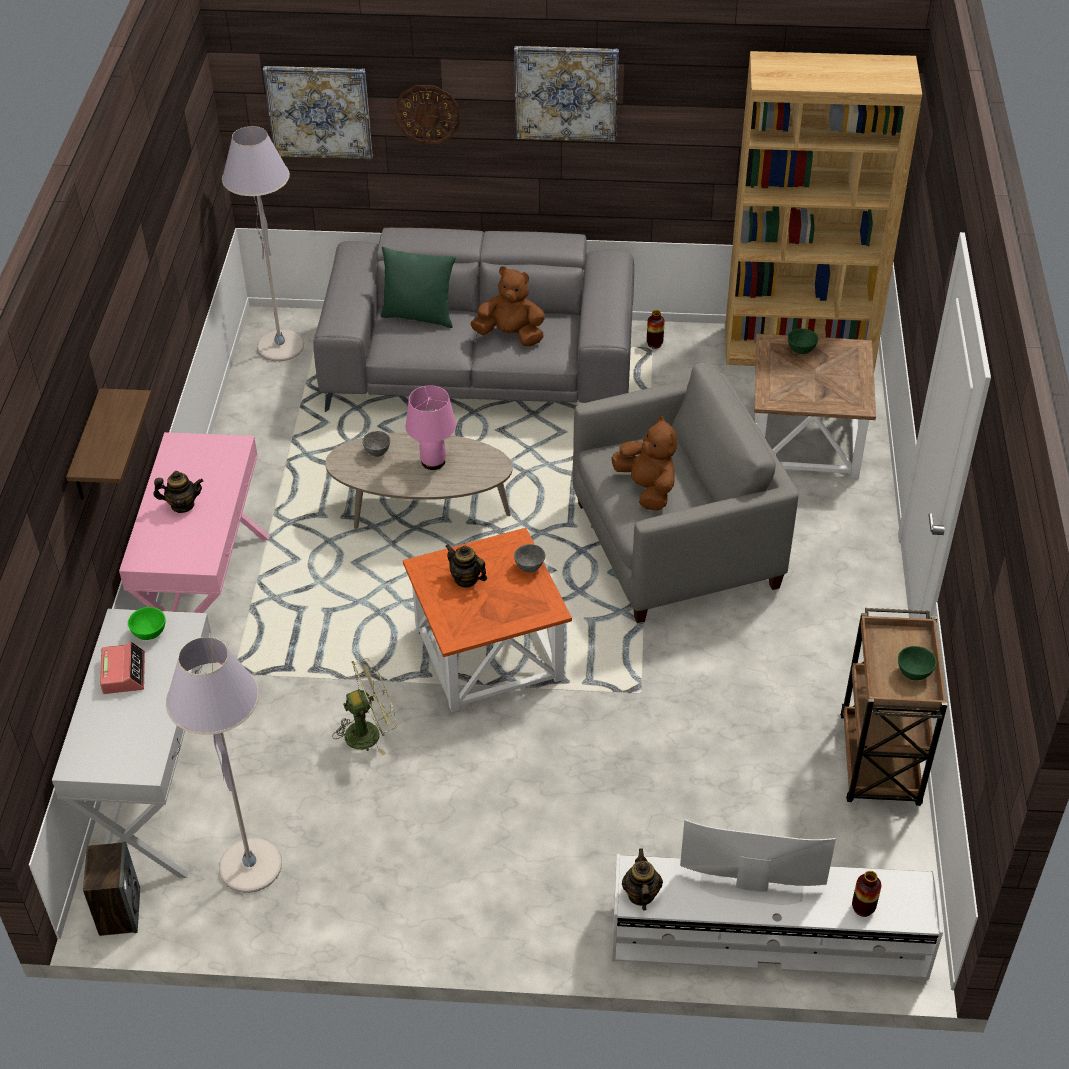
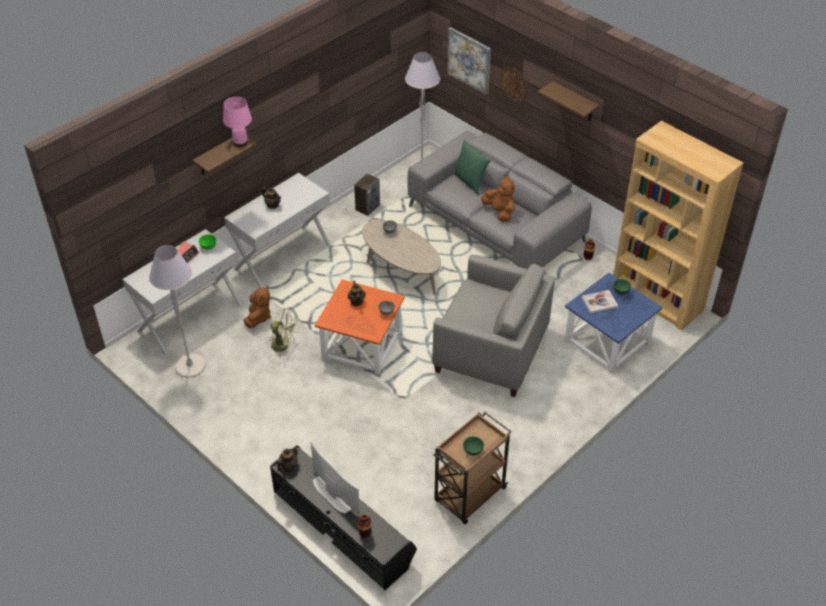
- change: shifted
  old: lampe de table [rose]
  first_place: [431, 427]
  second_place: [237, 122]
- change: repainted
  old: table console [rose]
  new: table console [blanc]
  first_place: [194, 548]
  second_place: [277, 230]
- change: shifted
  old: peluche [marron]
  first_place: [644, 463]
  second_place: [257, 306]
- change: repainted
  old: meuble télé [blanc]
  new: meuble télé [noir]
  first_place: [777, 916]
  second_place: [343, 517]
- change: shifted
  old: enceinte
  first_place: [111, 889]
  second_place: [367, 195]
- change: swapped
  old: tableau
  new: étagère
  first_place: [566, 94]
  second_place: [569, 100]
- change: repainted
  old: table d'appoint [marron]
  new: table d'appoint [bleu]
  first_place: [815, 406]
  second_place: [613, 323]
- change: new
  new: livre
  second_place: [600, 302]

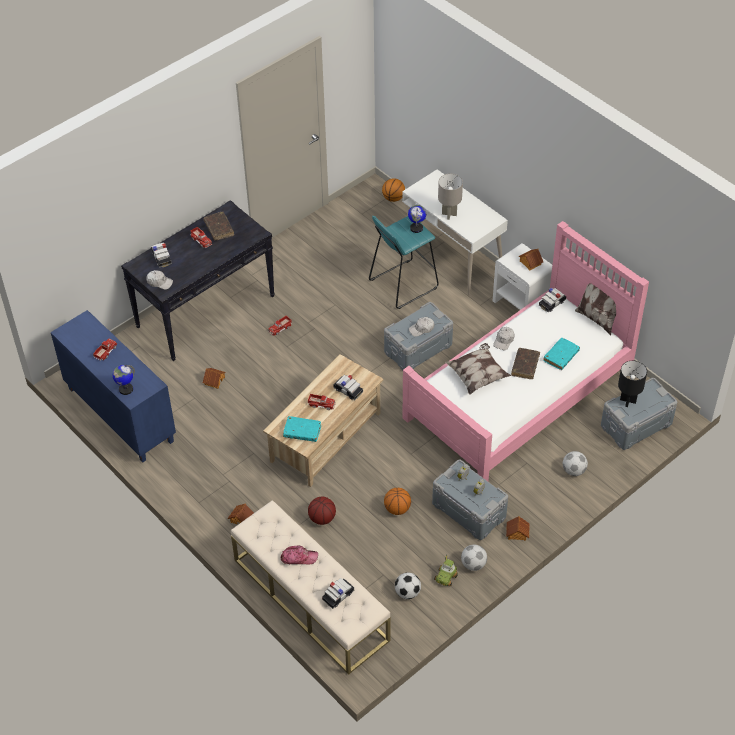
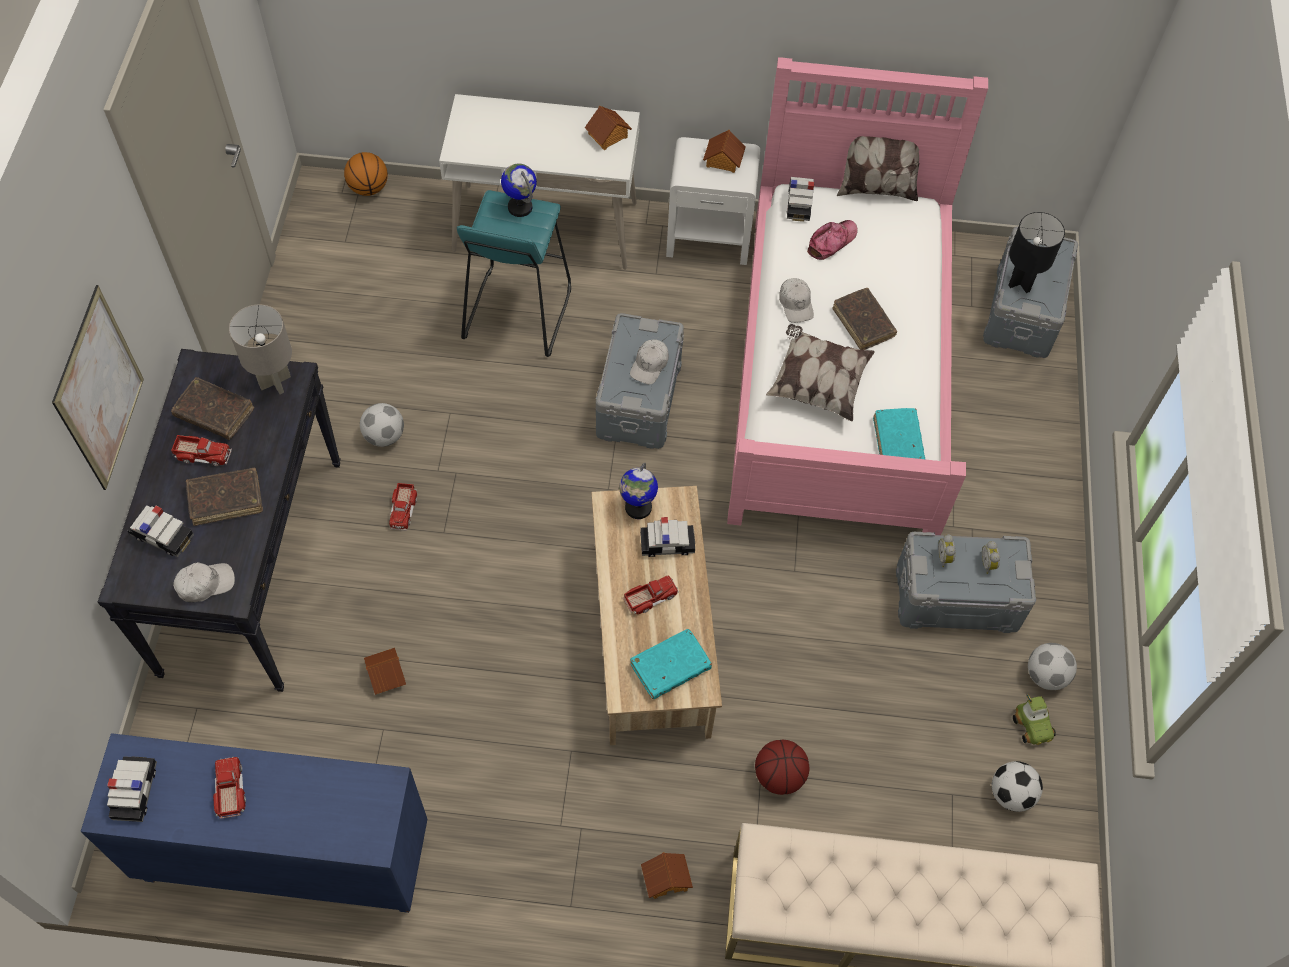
- change: new
  new: tableau
  second_place: [98, 387]
- change: shifted
  old: petite voiture
  first_place: [338, 593]
  second_place: [132, 789]
- change: new
  new: livre [marron]
  second_place: [224, 497]
- change: shifted
  old: lampe de table [gris]
  first_place: [450, 197]
  second_place: [260, 349]
- change: shifted
  old: ballon de foot
  first_place: [575, 463]
  second_place: [382, 425]
- change: shifted
  old: maison miniature
  first_place: [518, 528]
  second_place: [608, 128]
- change: shifted
  old: globe
  first_place: [124, 380]
  second_place: [638, 491]
- change: shifted
  old: casquette
  first_place: [299, 555]
  second_place: [832, 240]
- change: shifted
  old: livre [turquoise]
  first_place: [561, 354]
  second_place: [899, 433]
- change: gone
  old: ballon de basket
  first_place: [397, 501]

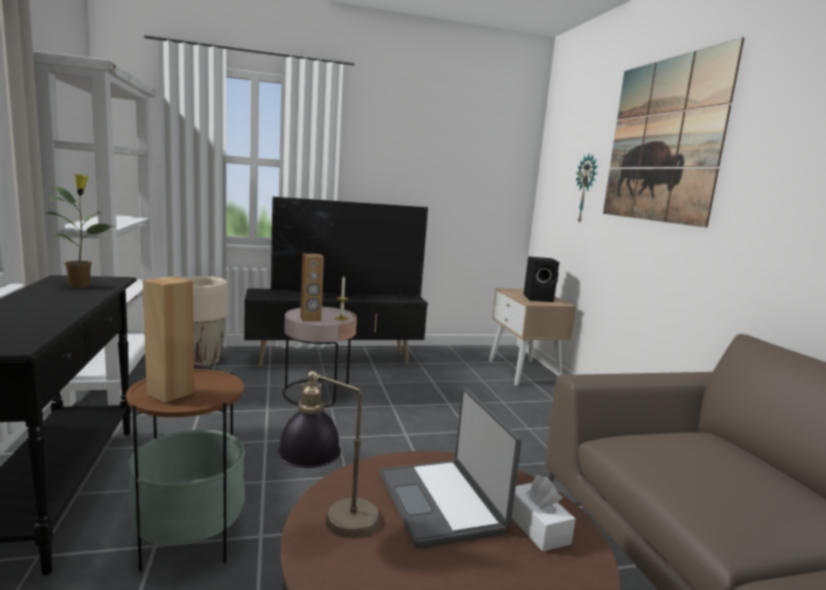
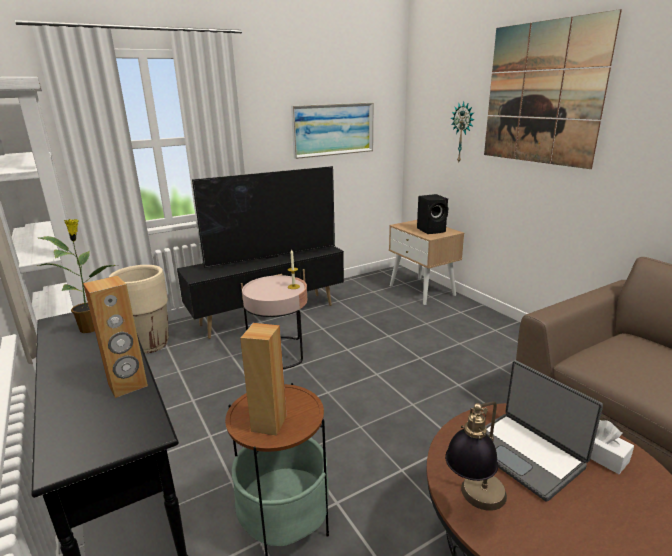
- change: shifted
  old: enceinte [marron]
  first_place: [312, 288]
  second_place: [115, 337]
- change: new
  new: tableau
  second_place: [332, 130]

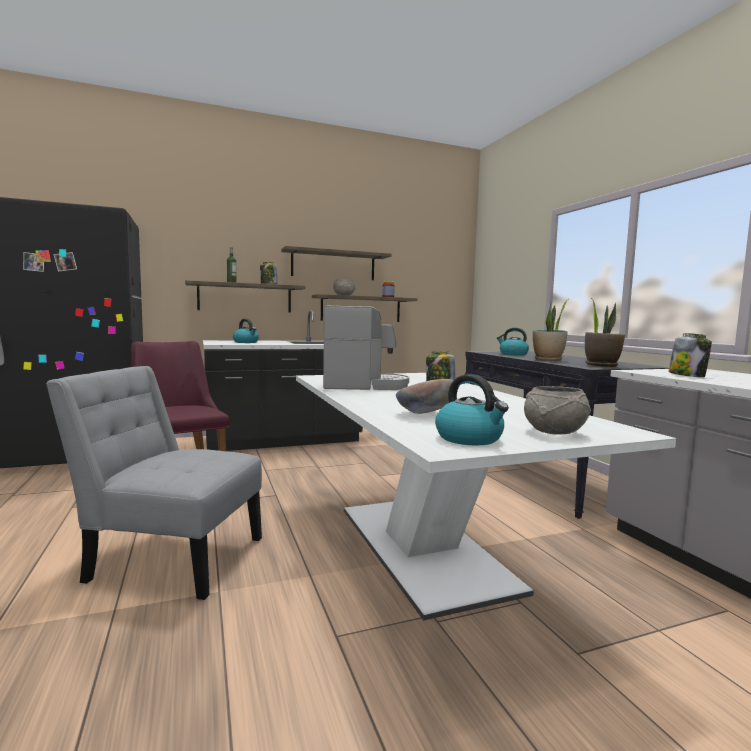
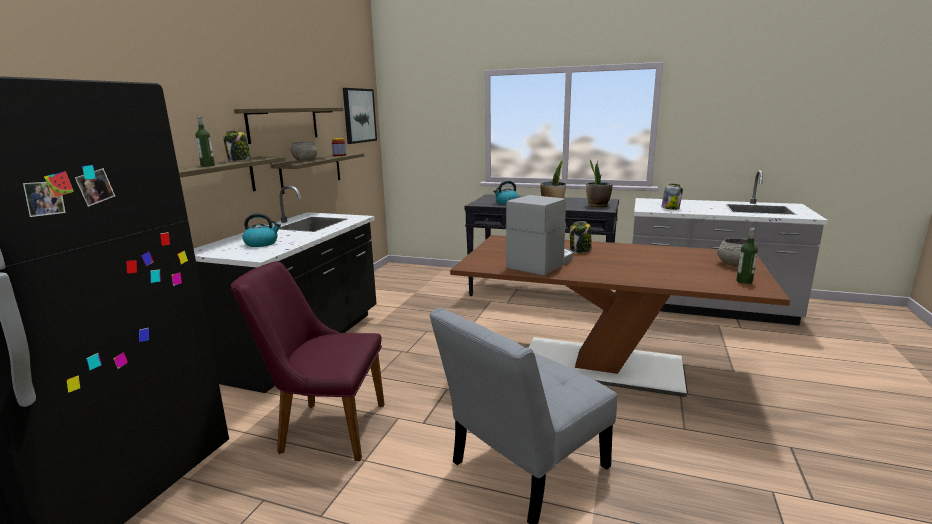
- change: new
  new: tableau
  second_place: [360, 116]
- change: repainted
  old: table à manger [blanc]
  new: table à manger [marron]
  first_place: [486, 496]
  second_place: [620, 316]
- change: swapped
  old: bouilloire
  new: bouteille
  first_place: [472, 409]
  second_place: [747, 256]
- change: gone
  old: bol
  first_place: [425, 396]

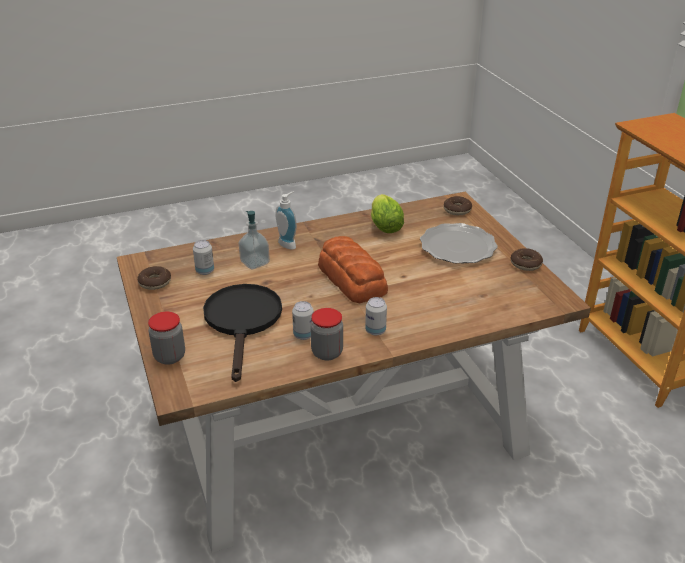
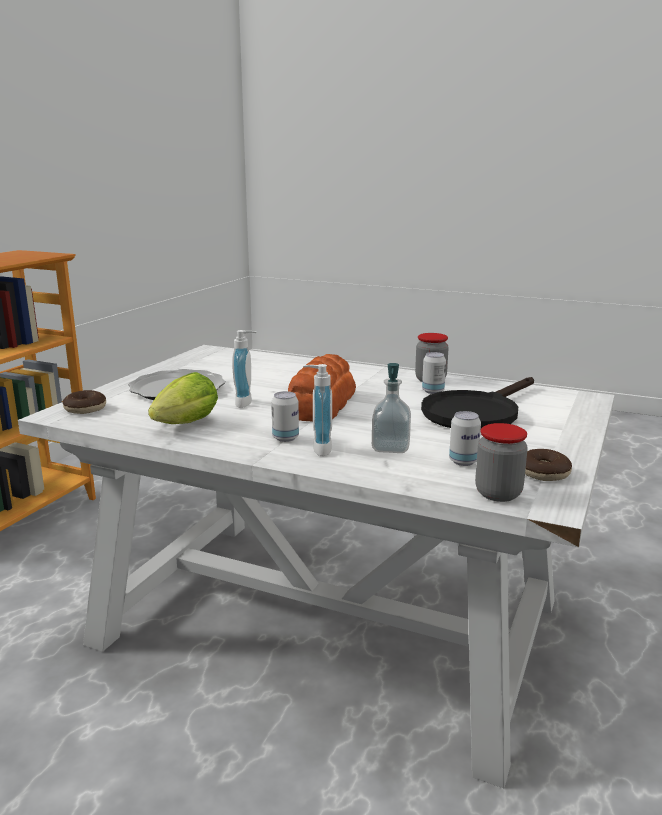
- change: repainted
  old: table à manger [marron]
  new: table à manger [blanc]
  first_place: [354, 372]
  second_place: [316, 566]
- change: new
  new: distributeur de savon
  second_place: [244, 369]
- change: shifted
  old: boîte métallique
  first_place: [376, 316]
  second_place: [285, 416]
- change: shifted
  old: bocal
  first_place: [166, 338]
  second_place: [501, 462]
- change: gone
  old: beignet
  first_place: [527, 259]

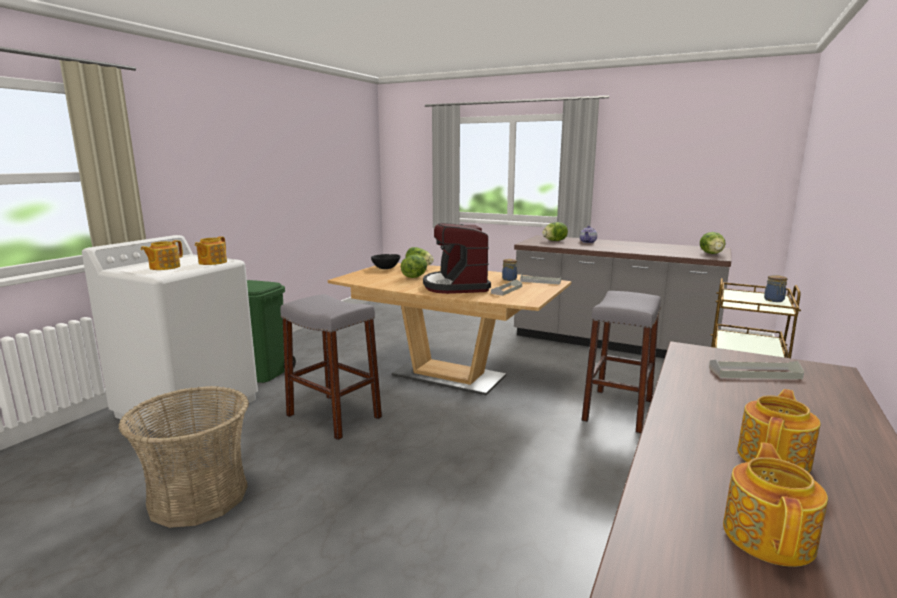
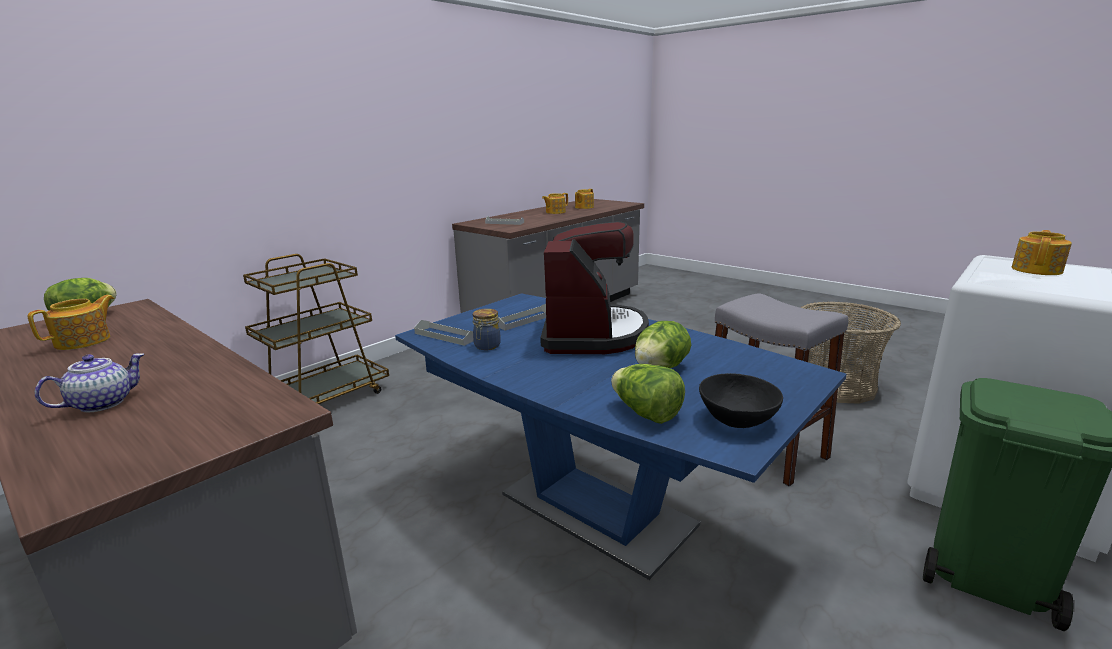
- change: shifted
  old: théière
  first_place: [211, 250]
  second_place: [71, 322]
- change: repainted
  old: table à manger [marron]
  new: table à manger [bleu]
  first_place: [449, 329]
  second_place: [621, 436]
- change: gone
  old: laitue
  first_place: [555, 231]
- change: gone
  old: tabouret [gris]
  first_place: [621, 362]
- change: gone
  old: bocal
  first_place: [775, 288]

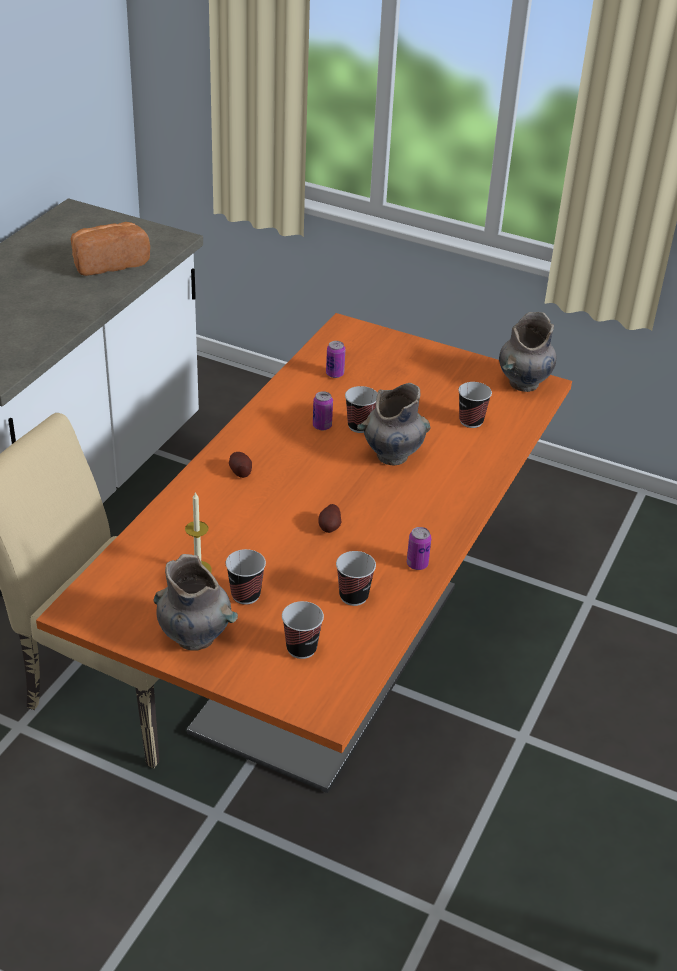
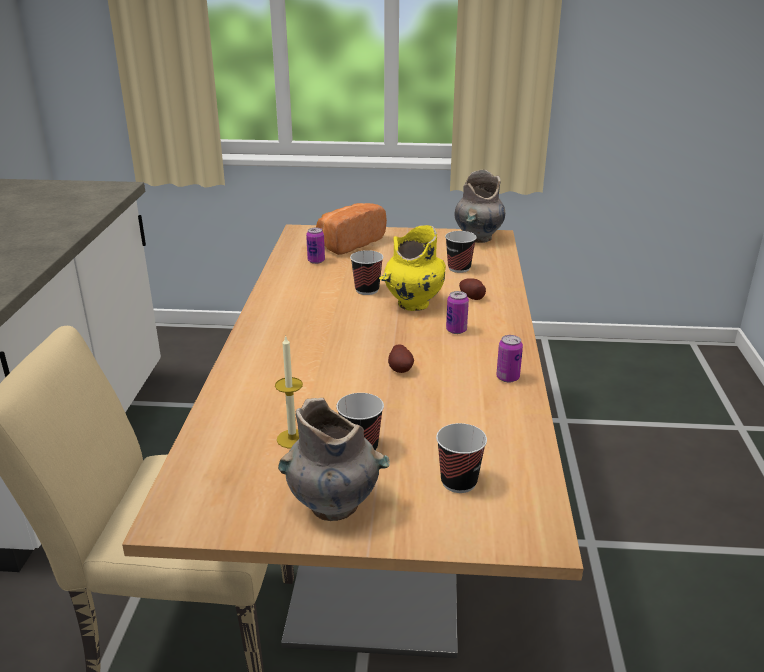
- change: repainted
  old: table à manger [orange]
  new: table à manger [beige]
  first_place: [304, 553]
  second_place: [352, 441]
- change: shifted
  old: pain
  first_place: [110, 249]
  second_place: [351, 229]
- change: repainted
  old: vase [gris]
  new: vase [jaune]
  first_place: [393, 424]
  second_place: [412, 268]
- change: shifted
  old: boîte métallique
  first_place: [323, 410]
  second_place: [457, 312]
- change: shifted
  old: pomme de terre
  first_place: [240, 465]
  second_place: [472, 289]
- change: gone
  old: tasse
  first_place: [356, 578]

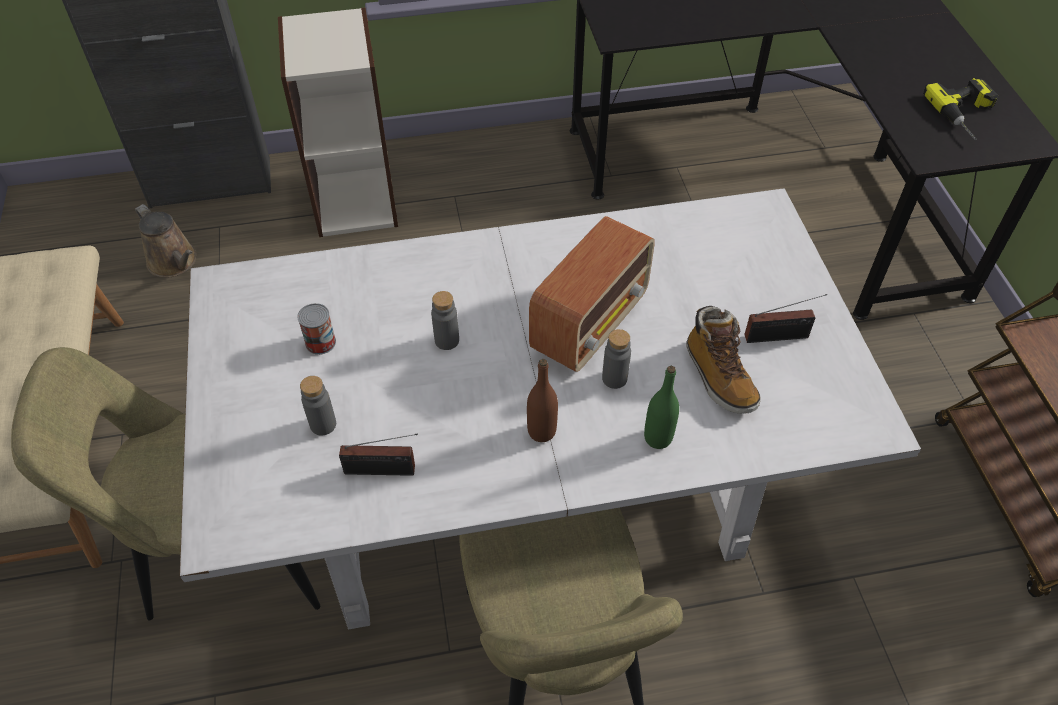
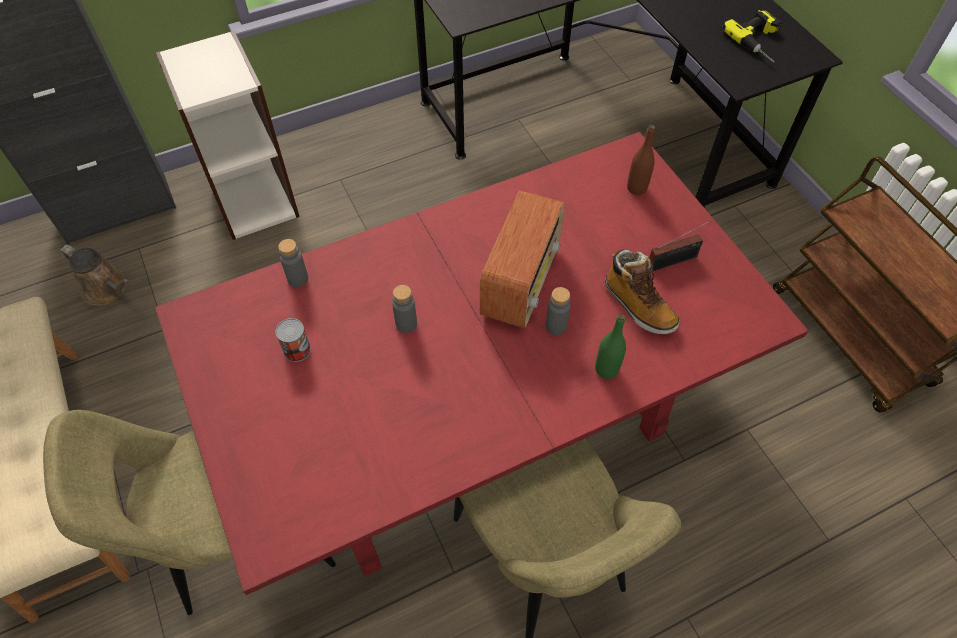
- change: repainted
  old: table à manger [blanc]
  new: table à manger [rouge]
  first_place: [550, 408]
  second_place: [482, 363]
- change: shifted
  old: bouteille [gris]
  first_place: [318, 405]
  second_place: [293, 263]
- change: shifted
  old: bouteille [marron]
  first_place: [542, 400]
  second_place: [641, 160]
- change: gone
  old: radio
  first_place: [378, 455]

